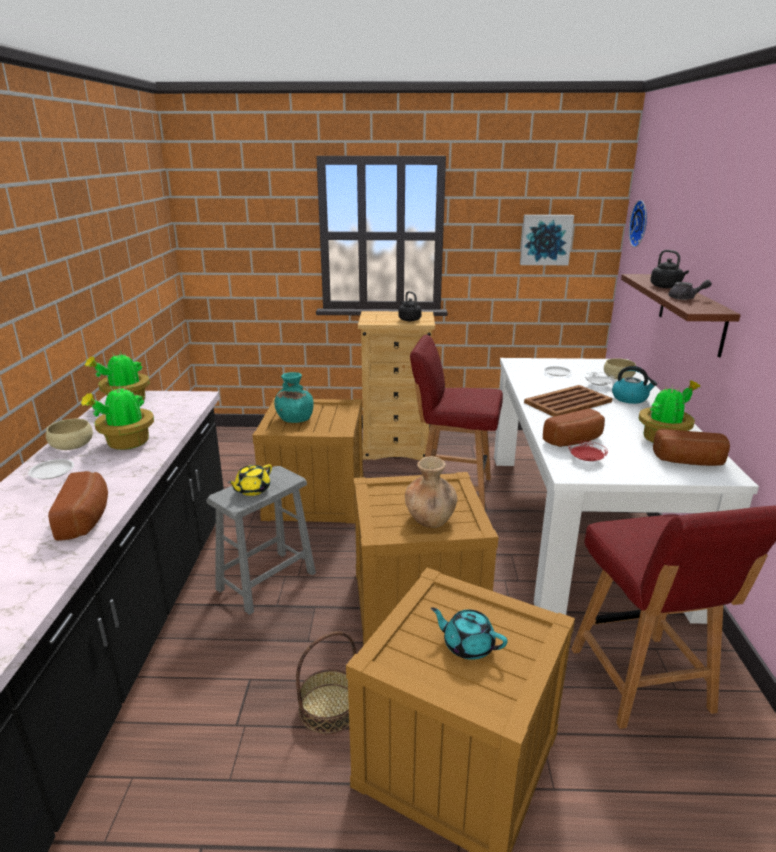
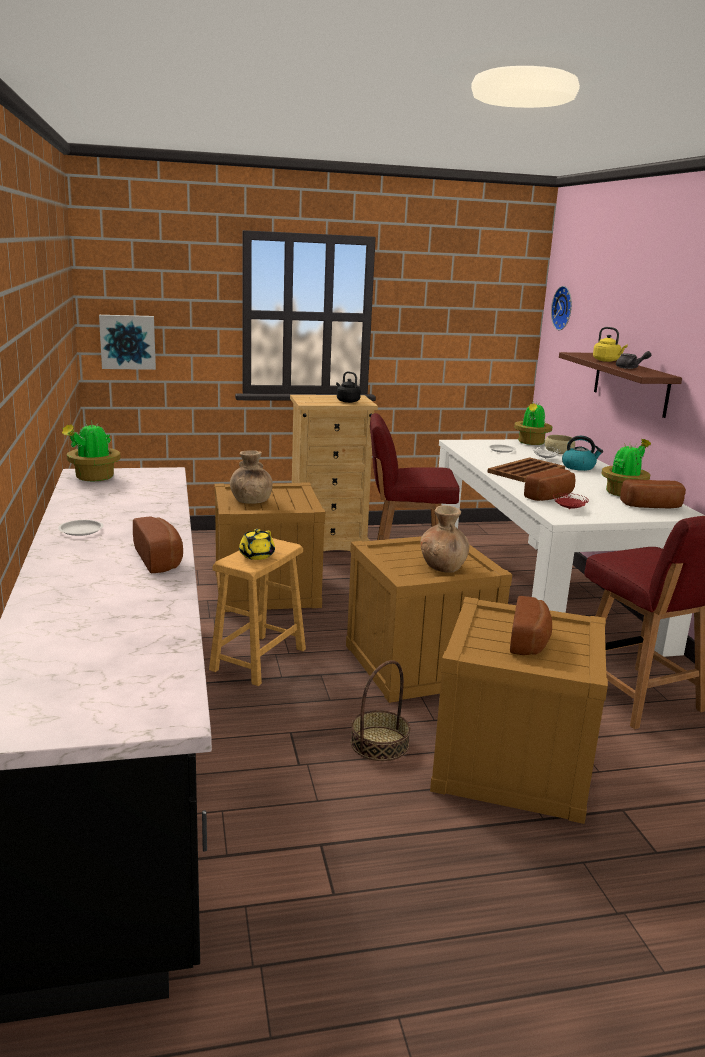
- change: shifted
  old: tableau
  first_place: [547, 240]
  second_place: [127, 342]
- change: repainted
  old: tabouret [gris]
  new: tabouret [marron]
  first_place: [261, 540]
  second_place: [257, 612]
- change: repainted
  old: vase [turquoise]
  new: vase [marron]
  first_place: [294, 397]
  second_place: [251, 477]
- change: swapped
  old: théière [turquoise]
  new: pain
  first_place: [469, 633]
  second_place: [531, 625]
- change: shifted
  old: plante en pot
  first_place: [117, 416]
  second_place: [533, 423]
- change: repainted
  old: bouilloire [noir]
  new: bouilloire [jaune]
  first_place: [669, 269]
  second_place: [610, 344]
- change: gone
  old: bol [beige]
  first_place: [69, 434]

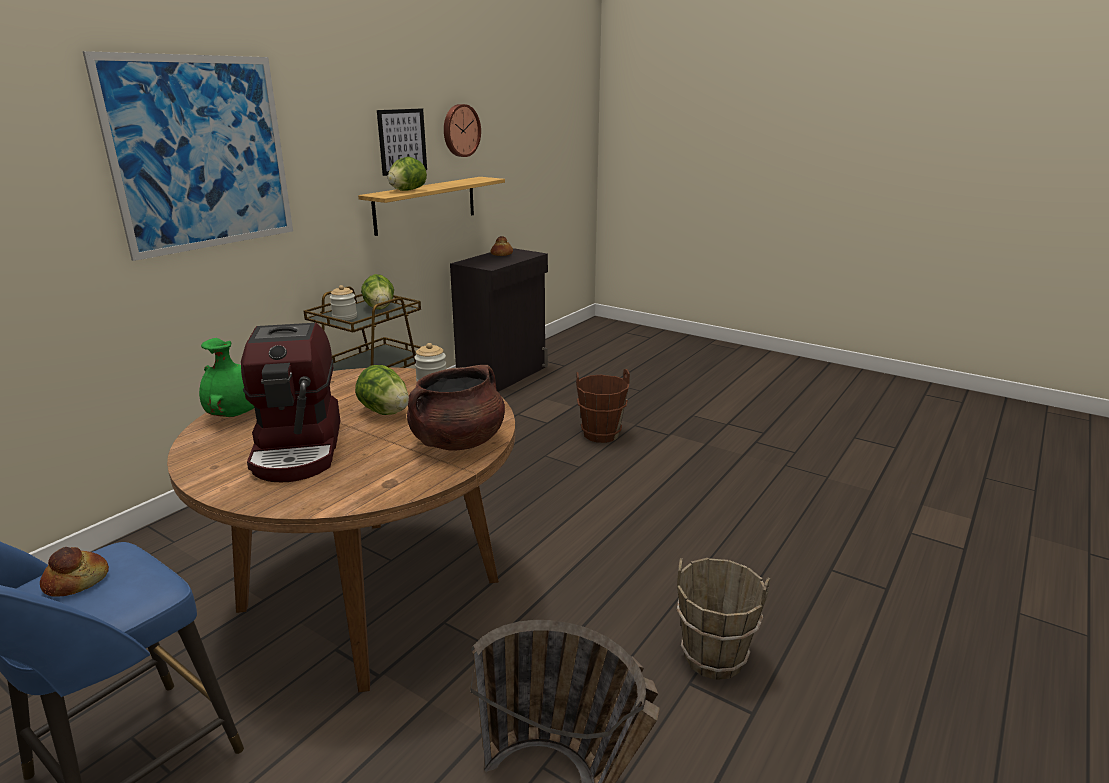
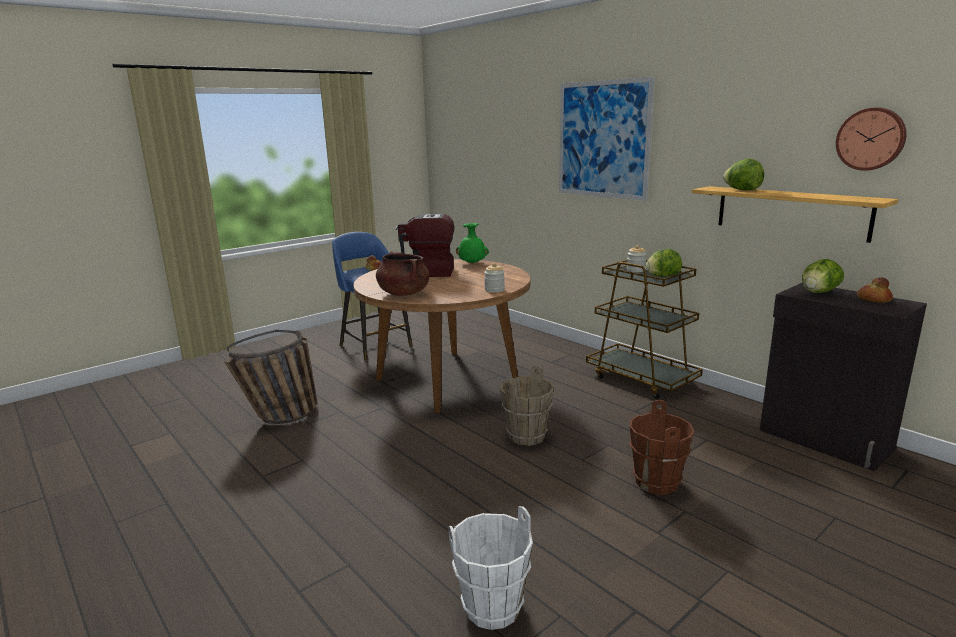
- change: new
  new: seau [blanc]
  second_place: [491, 568]
- change: shifted
  old: seau [marron]
  first_place: [724, 619]
  second_place: [527, 405]
- change: shifted
  old: laitue
  first_place: [382, 390]
  second_place: [823, 276]
- change: gone
  old: tableau
  first_place: [402, 142]

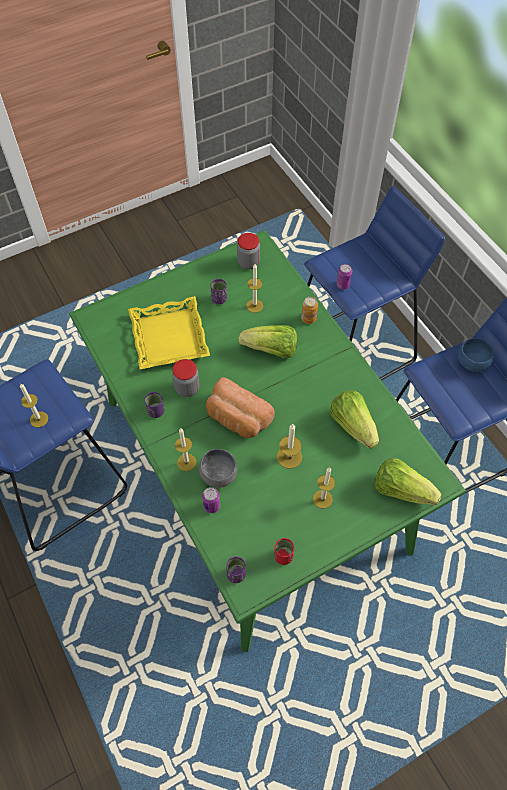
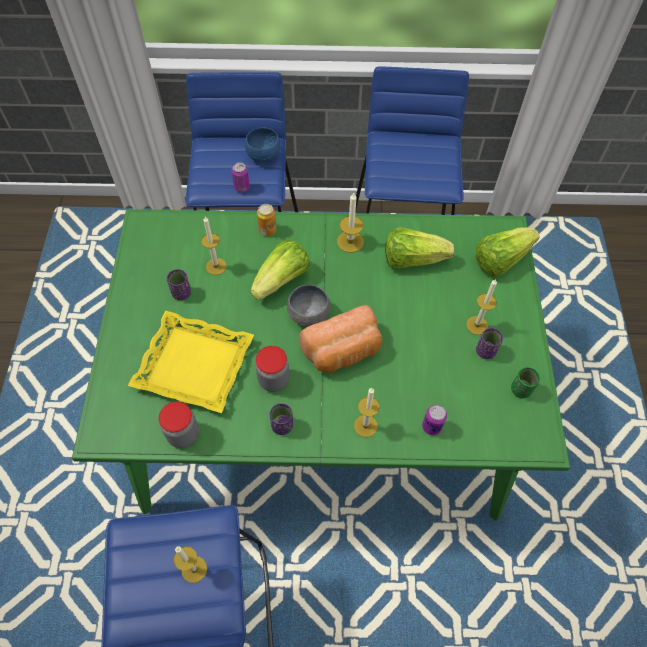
- change: shifted
  old: bocal
  first_place: [248, 251]
  second_place: [179, 425]
- change: shifted
  old: bol [bleu]
  first_place: [476, 355]
  second_place: [262, 145]
- change: shifted
  old: bol [gris]
  first_place: [218, 468]
  second_place: [308, 306]
- change: shifted
  old: bougie
  first_place: [289, 446]
  second_place: [350, 222]
- change: shifted
  old: tasse [violet]
  first_place: [236, 569]
  second_place: [489, 343]
- change: repainted
  old: tasse [rouge]
  new: tasse [vert]
  first_place: [284, 551]
  second_place: [525, 382]

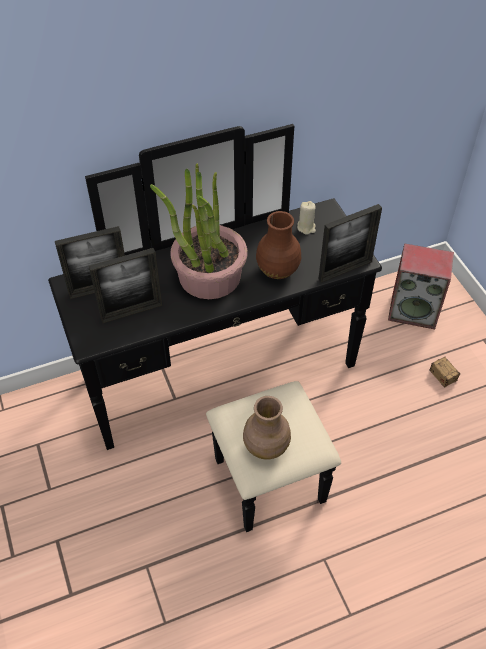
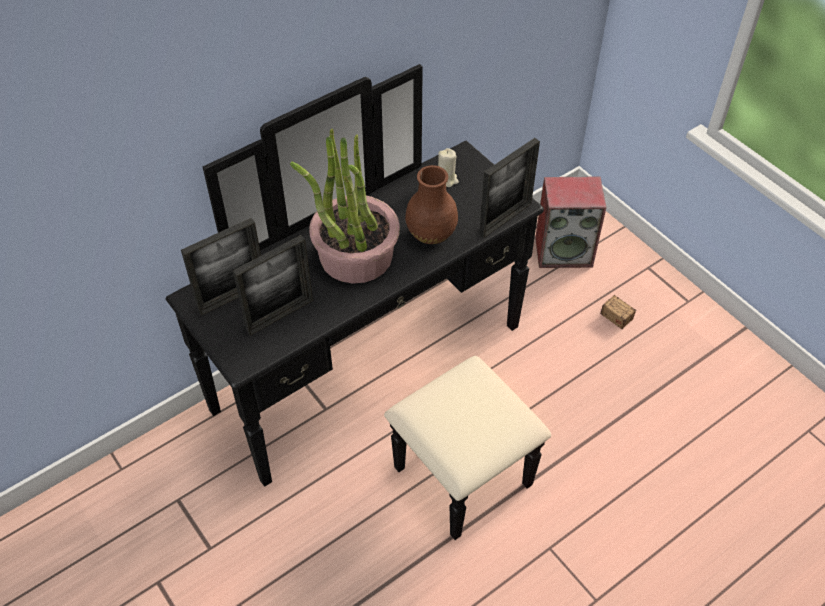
- change: gone
  old: vase [marron]
  first_place: [267, 428]

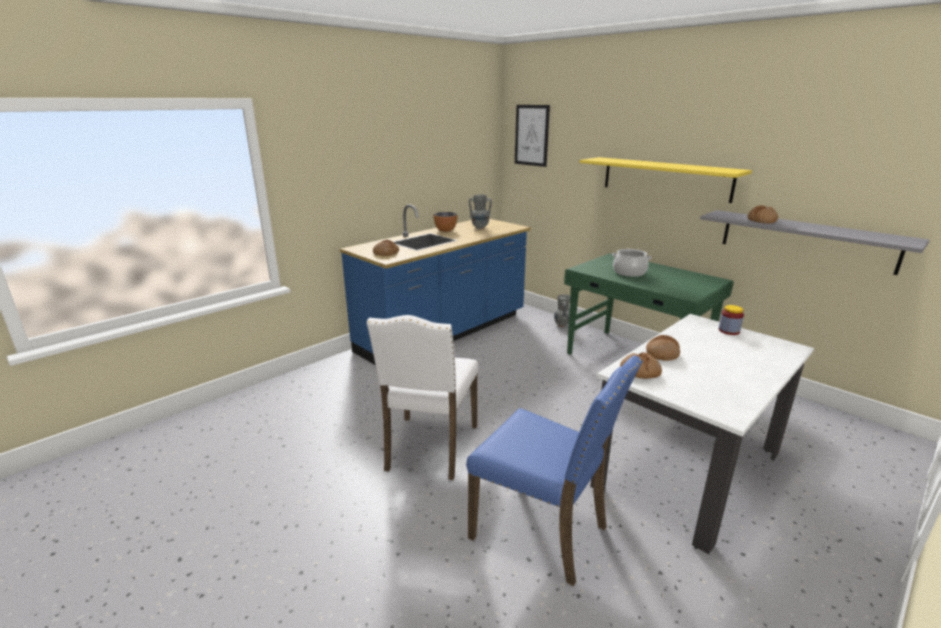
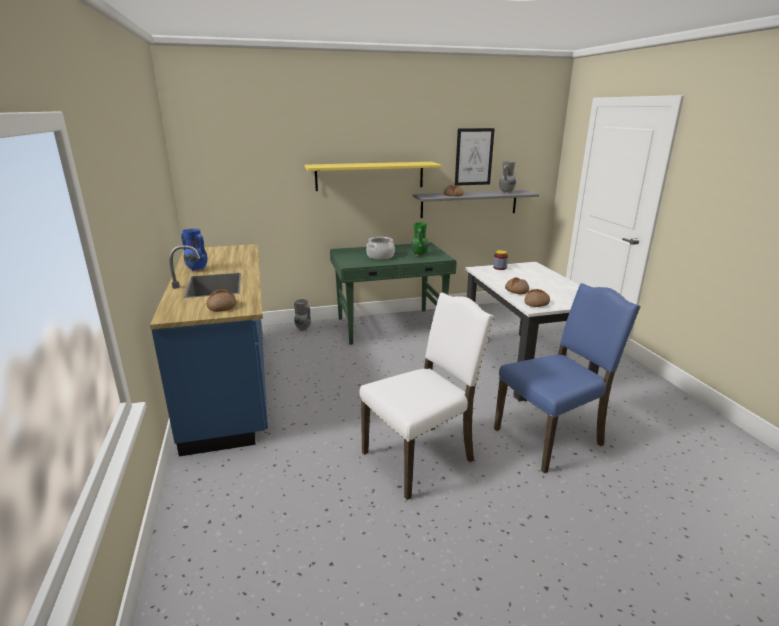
- change: swapped
  old: bol
  new: vase [bleu]
  first_place: [445, 222]
  second_place: [194, 250]
- change: rotated
  old: chaise [blanc]
  first_place: [422, 397]
  second_place: [427, 396]
  degrees: -75
- change: new
  new: vase [vert]
  second_place: [420, 239]
- change: shifted
  old: tableau
  first_place: [532, 136]
  second_place: [475, 156]
- change: shifted
  old: vase [gris]
  first_place: [480, 212]
  second_place: [507, 177]

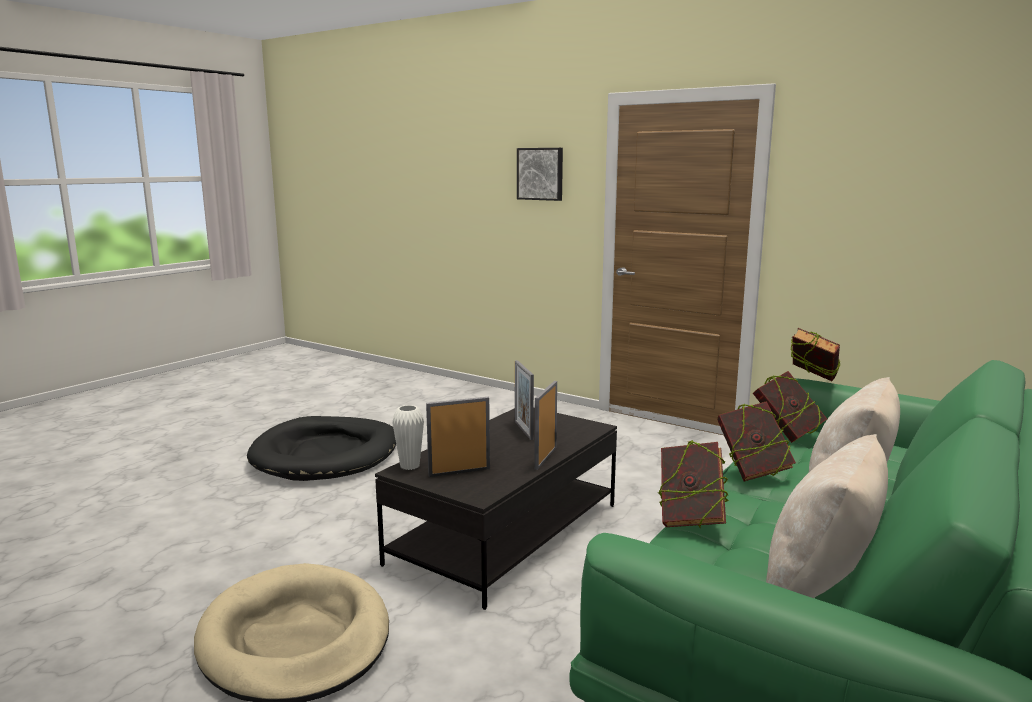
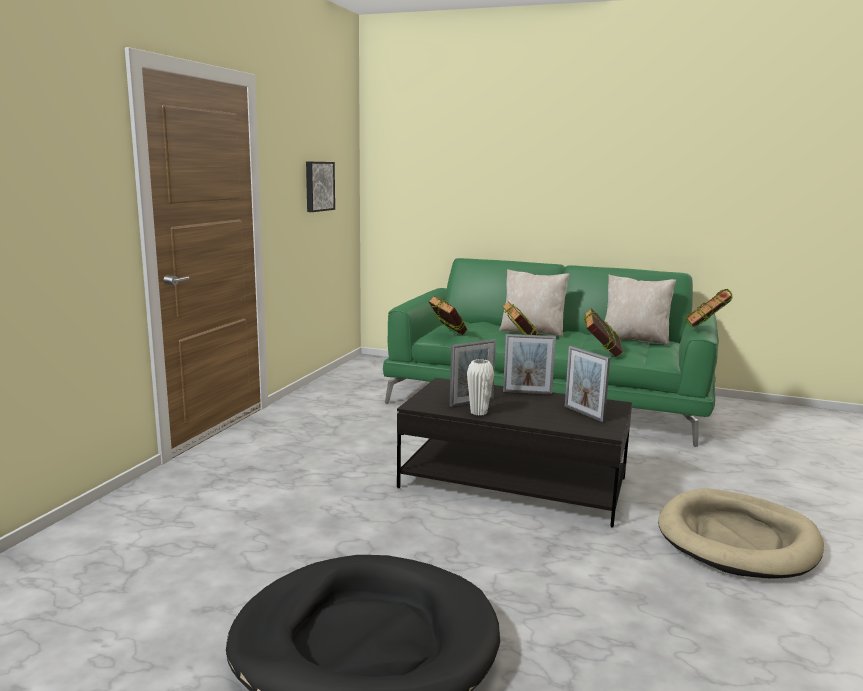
- change: shifted
  old: tableau
  first_place: [540, 174]
  second_place: [320, 186]
- change: shifted
  old: vase [blanc]
  first_place: [408, 437]
  second_place: [480, 387]
- change: shifted
  old: livre
  first_place: [816, 354]
  second_place: [709, 308]

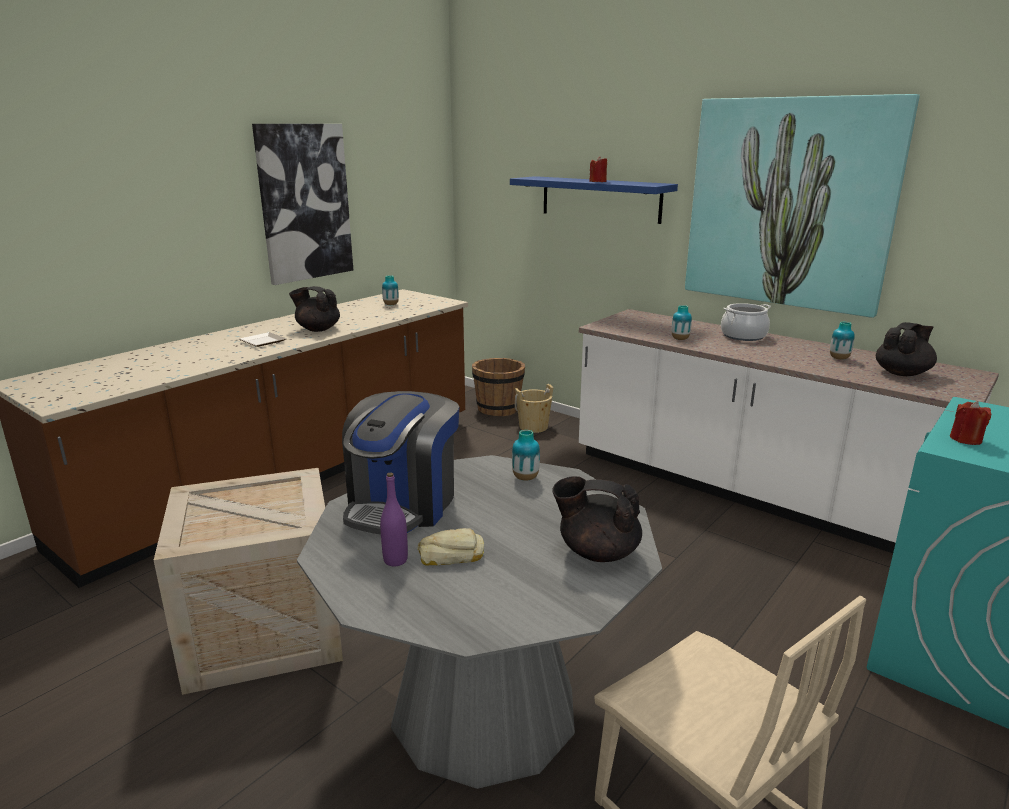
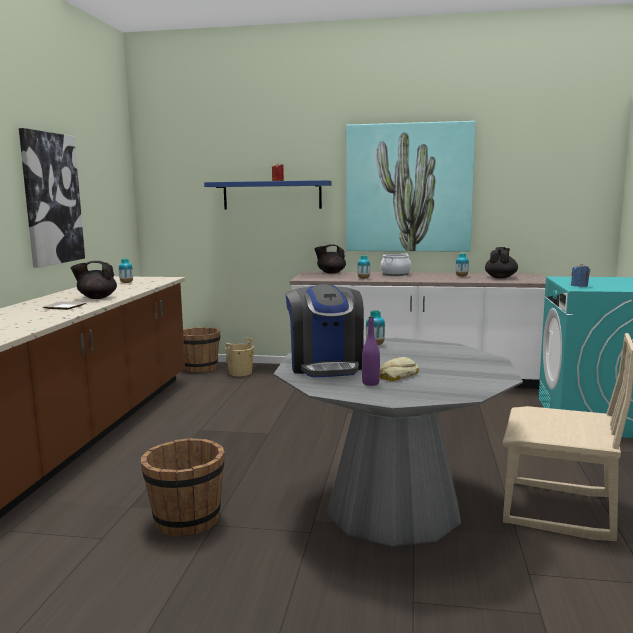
- change: swapped
  old: caisse
  new: seau [marron]
  first_place: [248, 581]
  second_place: [183, 487]
- change: shifted
  old: théière [noir]
  first_place: [597, 519]
  second_place: [330, 259]
- change: repainted
  old: bougie [rouge]
  new: bougie [bleu]
  first_place: [971, 423]
  second_place: [580, 275]

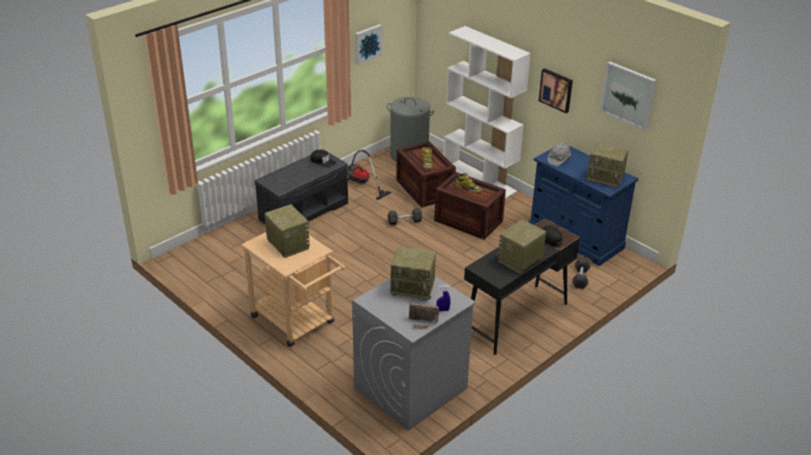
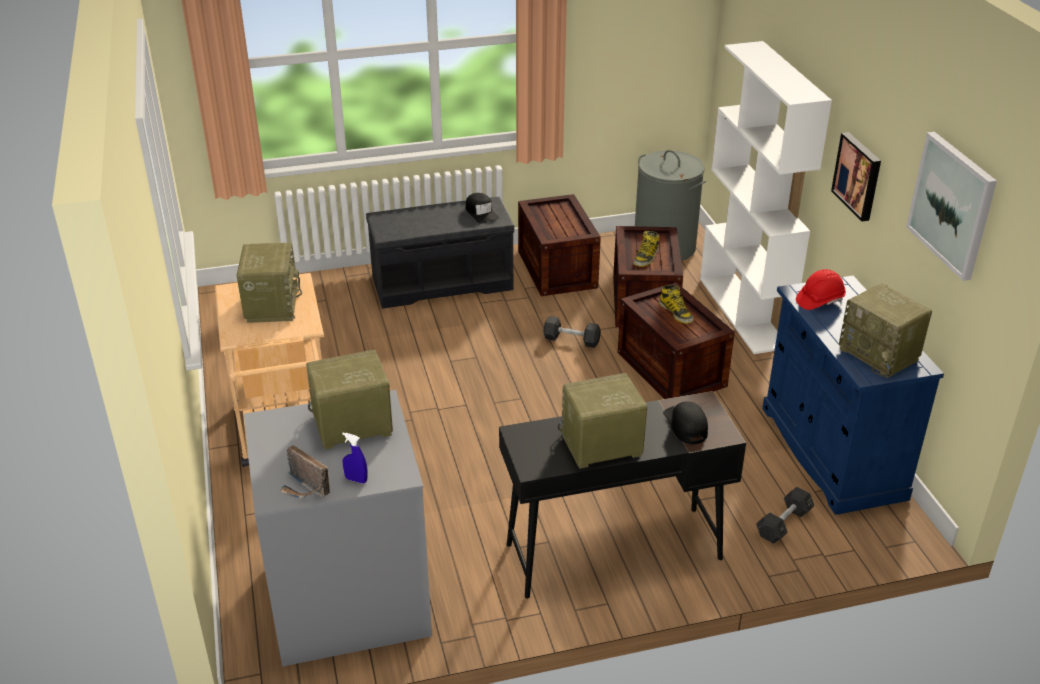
- change: rotated
  old: radio
  first_place: [413, 274]
  second_place: [349, 400]
  degrees: 120
- change: swapped
  old: aspirateur
  new: caisse
  first_place: [369, 175]
  second_place: [559, 245]
- change: repainted
  old: casque de chantier [gris]
  new: casque de chantier [rouge]
  first_place: [559, 154]
  second_place: [821, 289]
- change: gone
  old: tableau
  first_place: [368, 44]

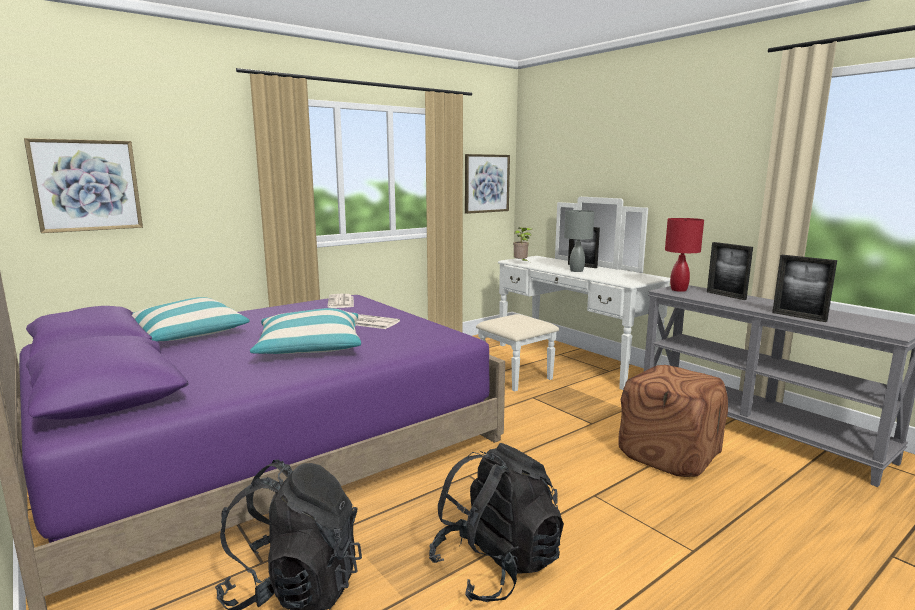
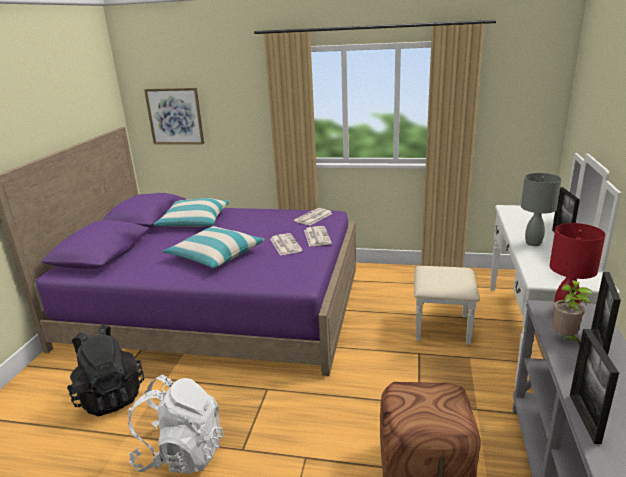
- change: repainted
  old: sac à dos [noir]
  new: sac à dos [blanc]
  first_place: [496, 522]
  second_place: [176, 424]
- change: new
  new: journal
  second_place: [318, 236]
- change: shifted
  old: plante en pot
  first_place: [523, 244]
  second_place: [572, 312]
- change: gone
  old: tableau
  first_place: [487, 184]

